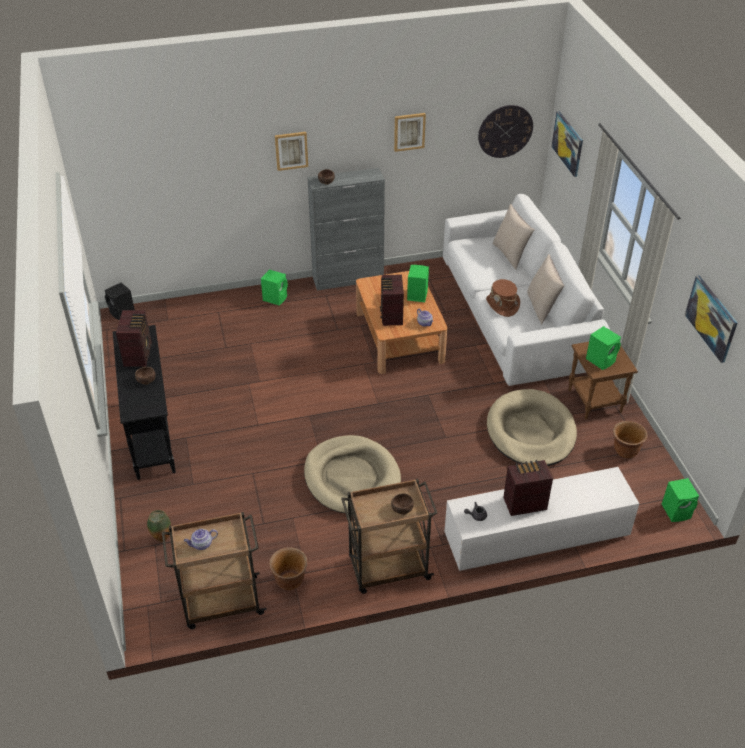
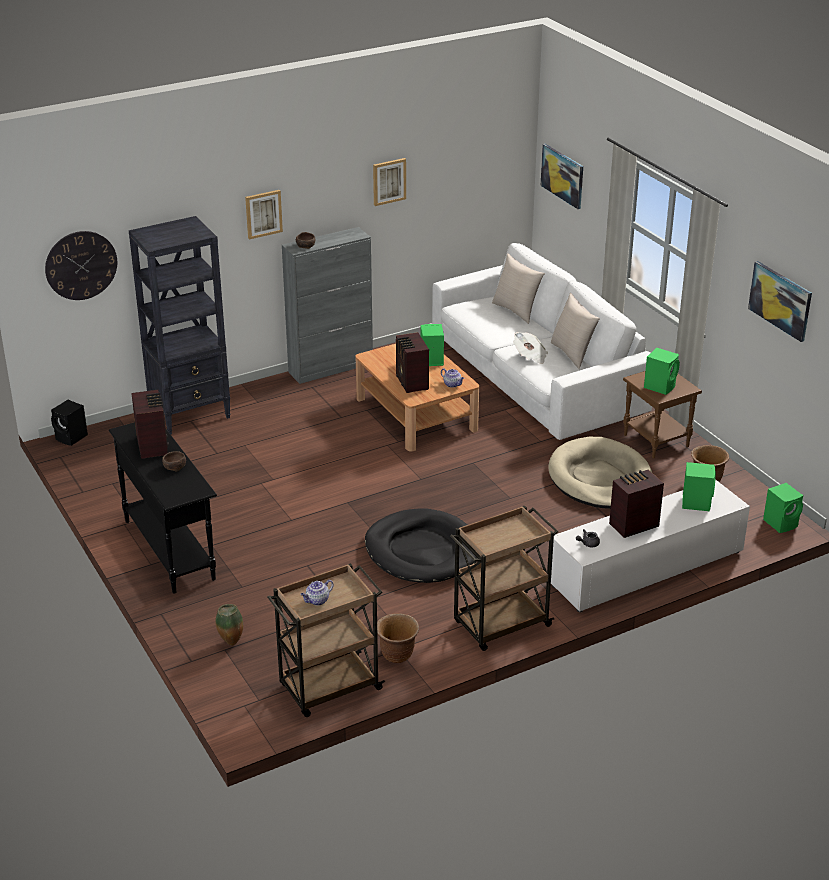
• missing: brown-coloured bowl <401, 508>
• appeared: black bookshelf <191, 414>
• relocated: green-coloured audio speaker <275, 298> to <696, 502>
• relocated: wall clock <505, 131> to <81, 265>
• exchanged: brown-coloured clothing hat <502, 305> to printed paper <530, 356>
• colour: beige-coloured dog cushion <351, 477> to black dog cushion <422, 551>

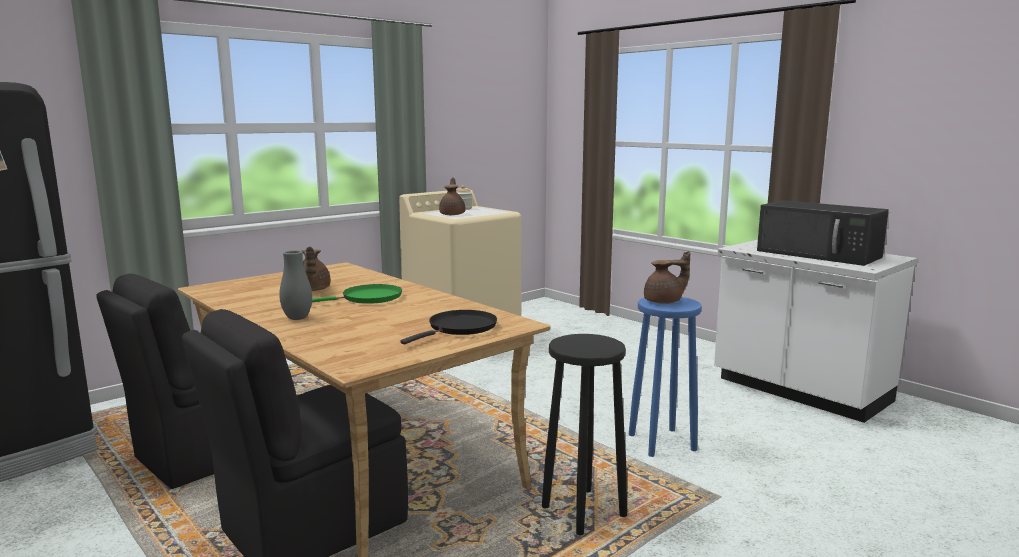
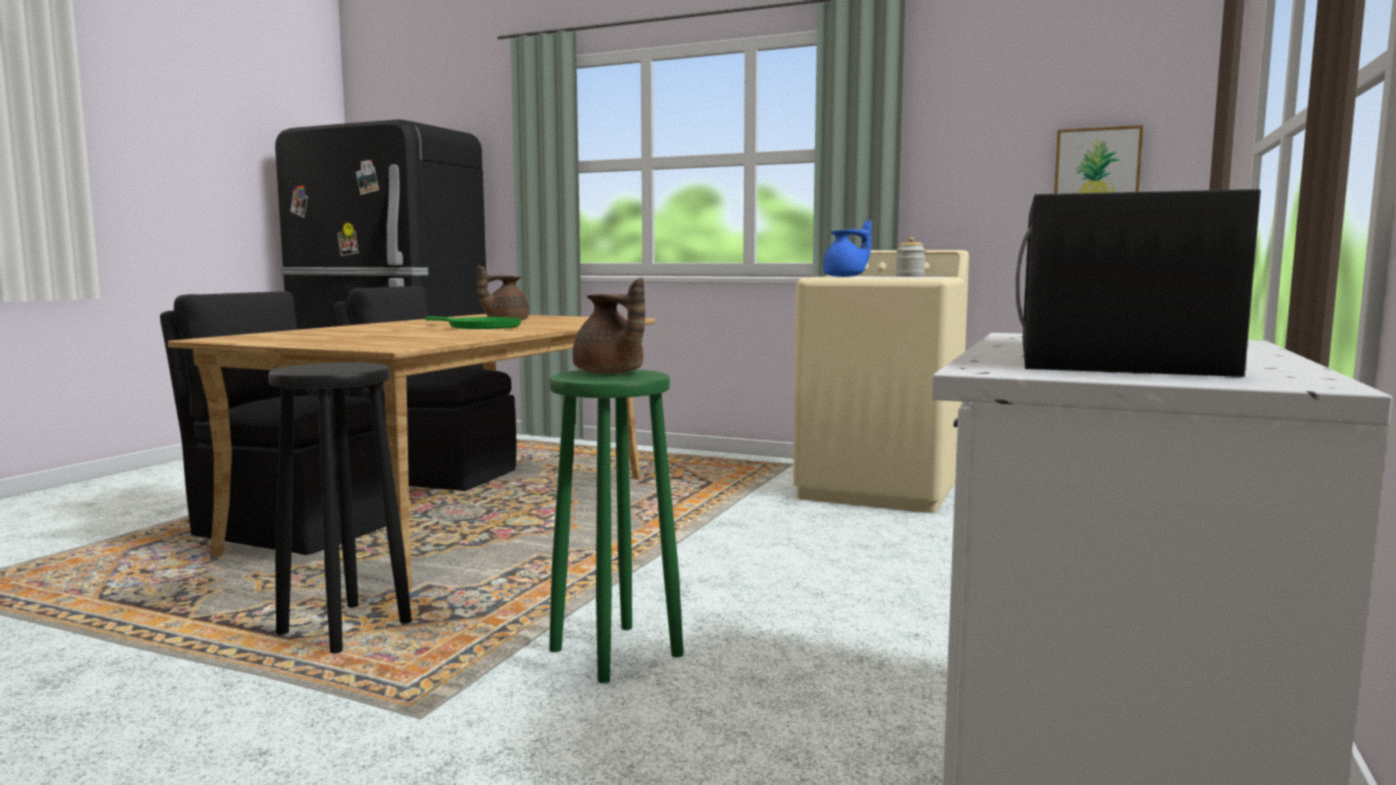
• missing: greyish vase <297, 318>
• missing: black pan <460, 328>
• appeared: wall art <1097, 168>
• colour: brown-coloured pot for tea <453, 214> to blue-coloured pot for tea <846, 276>
• colour: blue-coloured stool <662, 442> to green-coloured stool <614, 653>

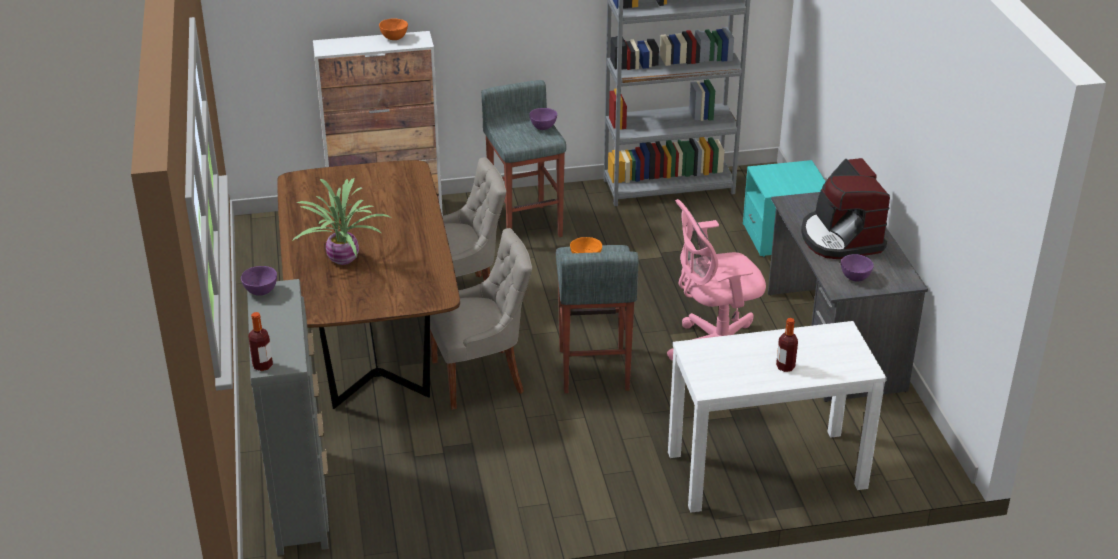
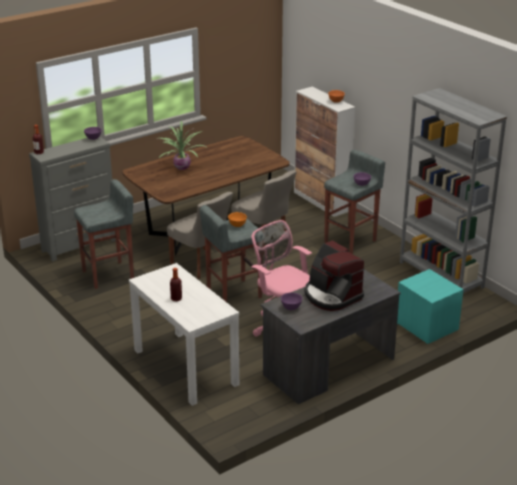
• appeared: greyish stool <109, 275>
• spun: coffee machine <840, 238> = <332, 295> 90 degrees counterclockwise

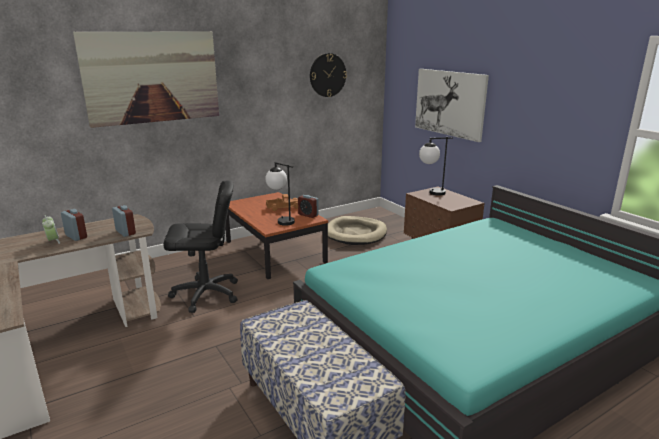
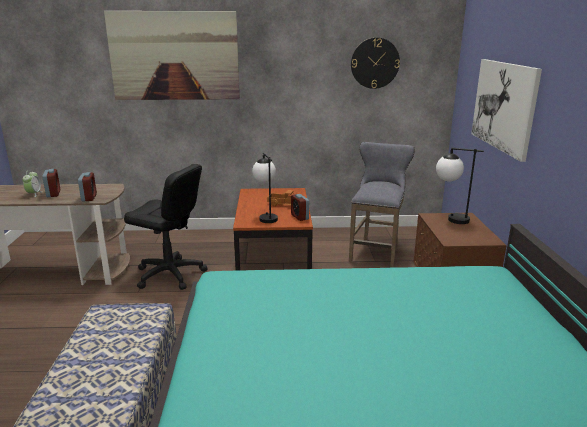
• exchanged: beige-coloured dog cushion <356, 233> to greyish stool <376, 250>

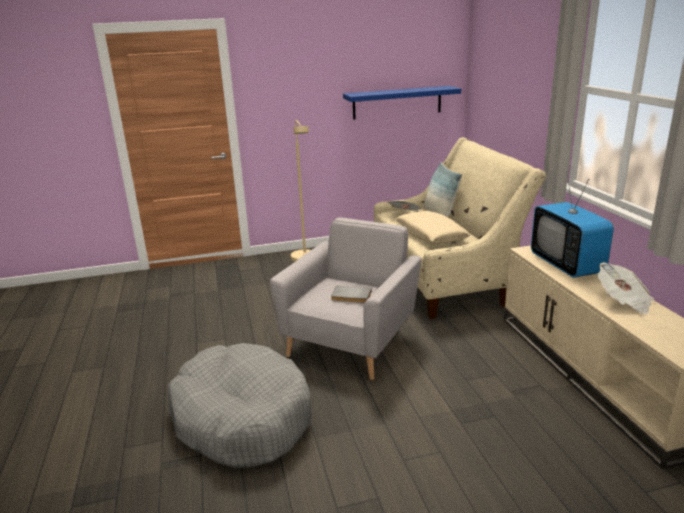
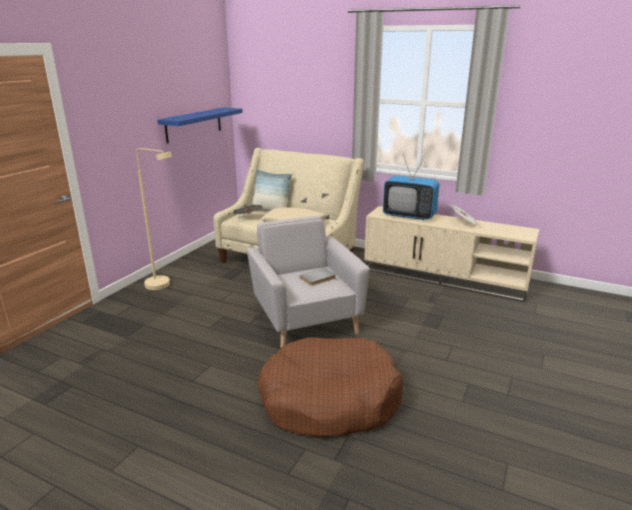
• colour: greyish dog cushion <242, 418> to brown-coloured dog cushion <329, 400>

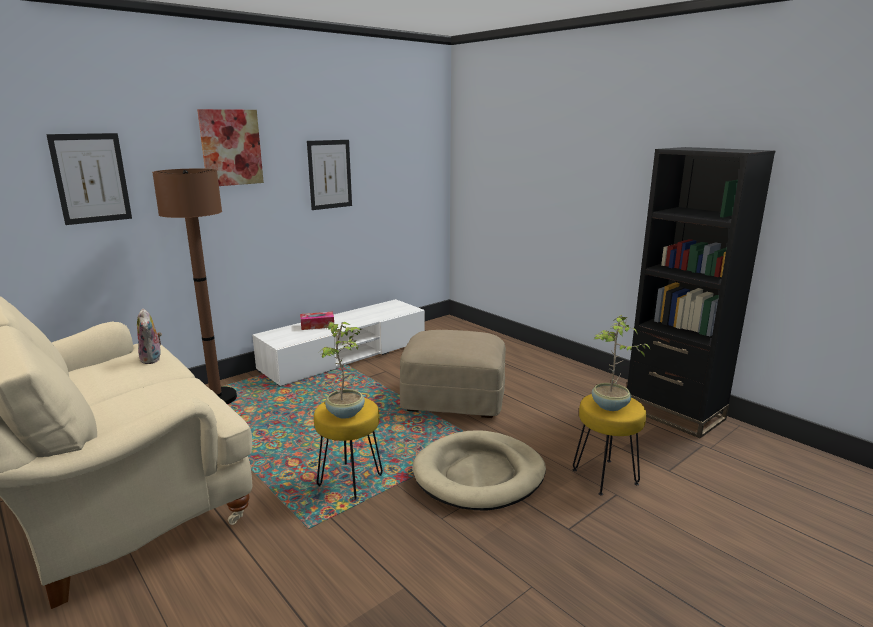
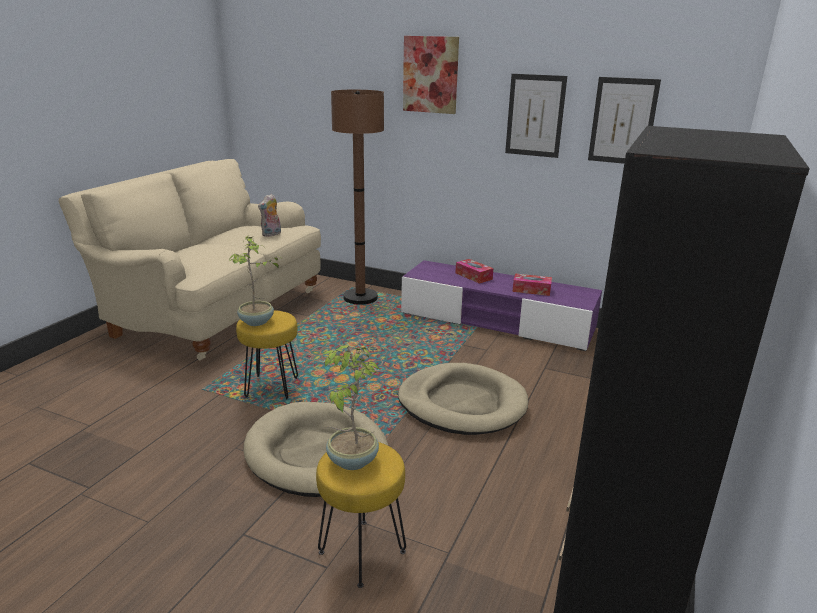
• appeared: tissue holder <531, 290>
• relocated: wall art <91, 178> to <623, 121>
• exchanged: beige-coloured ottoman <453, 399> to beige-coloured dog cushion <462, 403>
• colour: whitish media console <345, 356> to purple-coloured media console <496, 321>

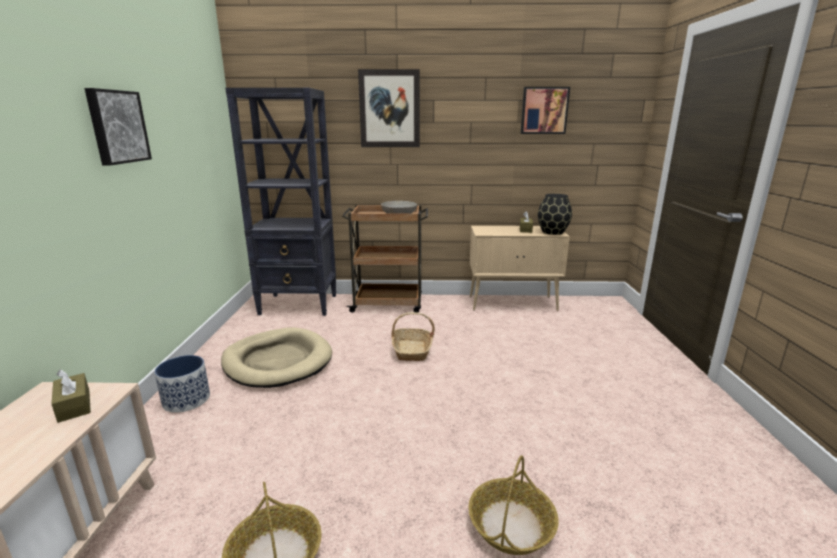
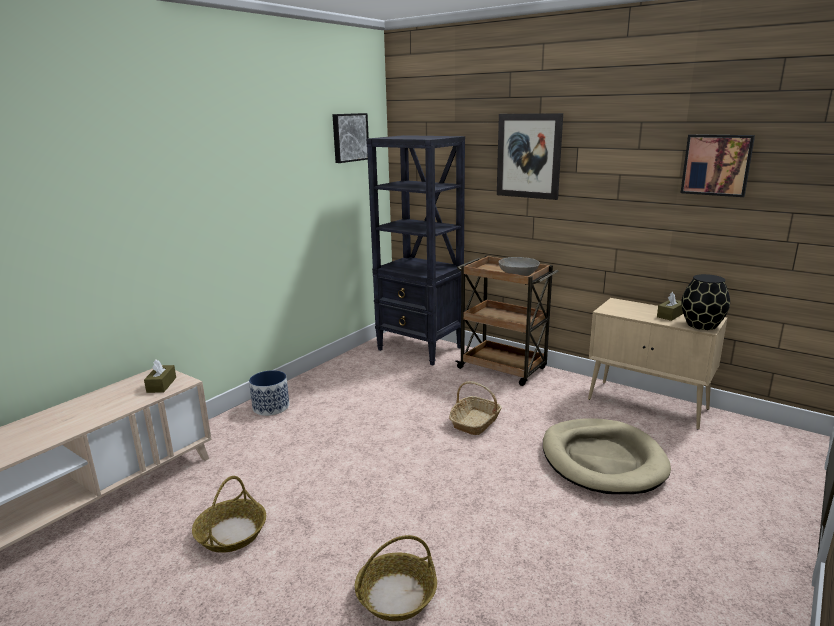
• relocated: wall art <117, 127> to <349, 137>
• relocated: beige-coloured dog cushion <278, 361> to <602, 460>

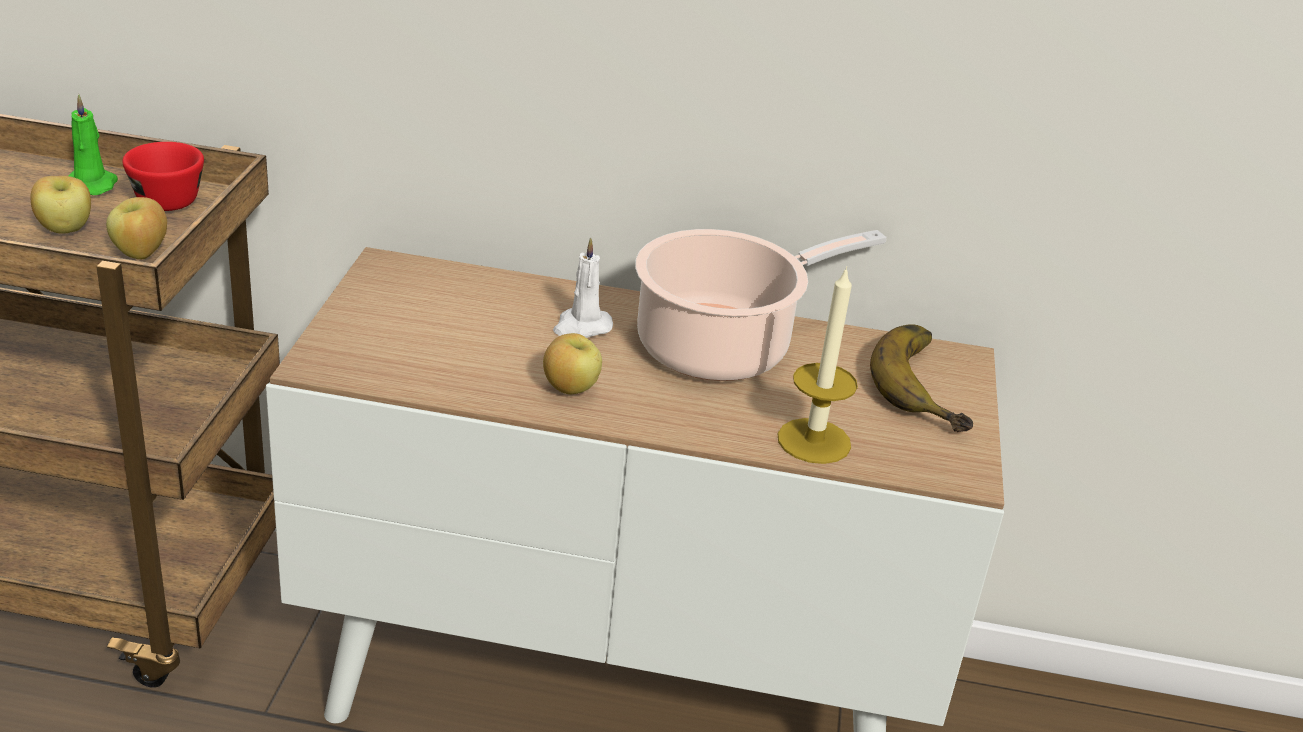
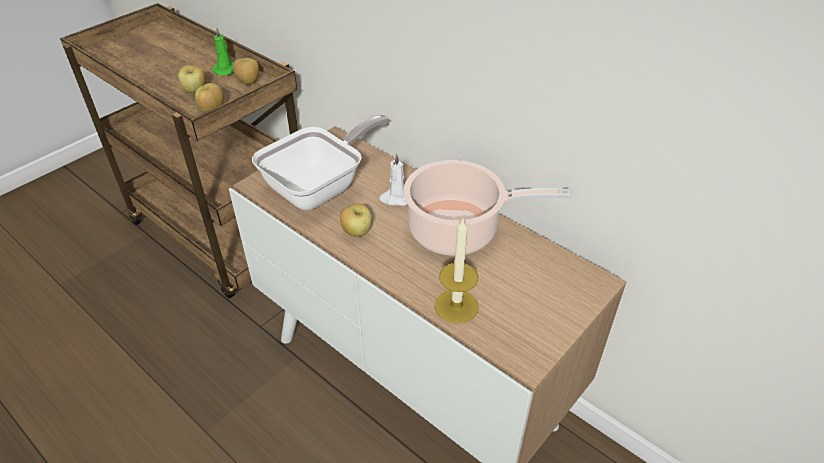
• missing: banana fruit <931, 385>
• appeared: pan <321, 188>
• exchanged: red-coloured cup <163, 197> to apple <248, 82>

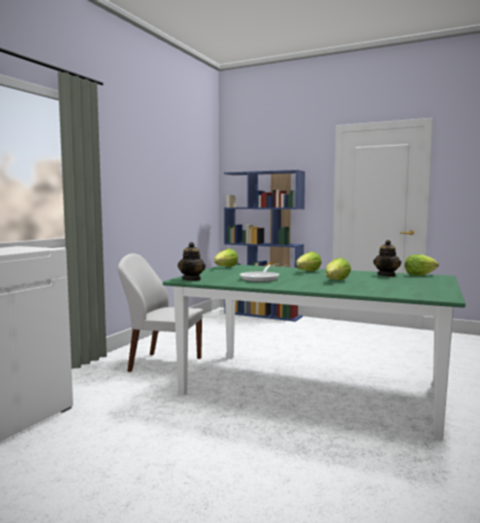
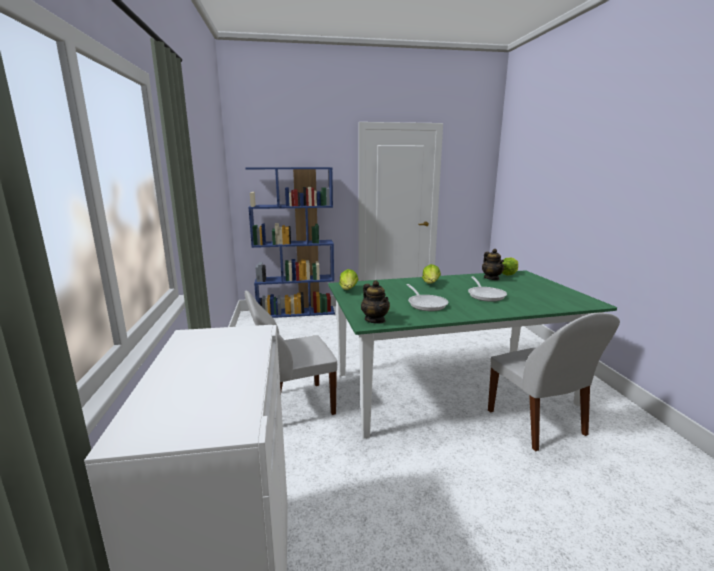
• appeared: whitish upright chair <537, 424>
• exchanged: lettuce head <336, 281> to pan <485, 295>

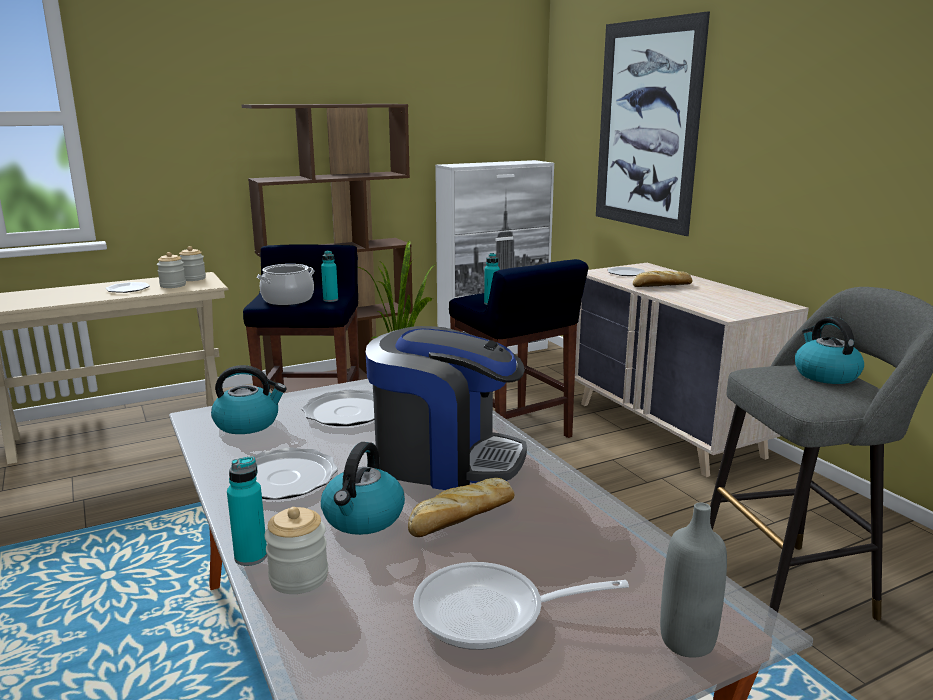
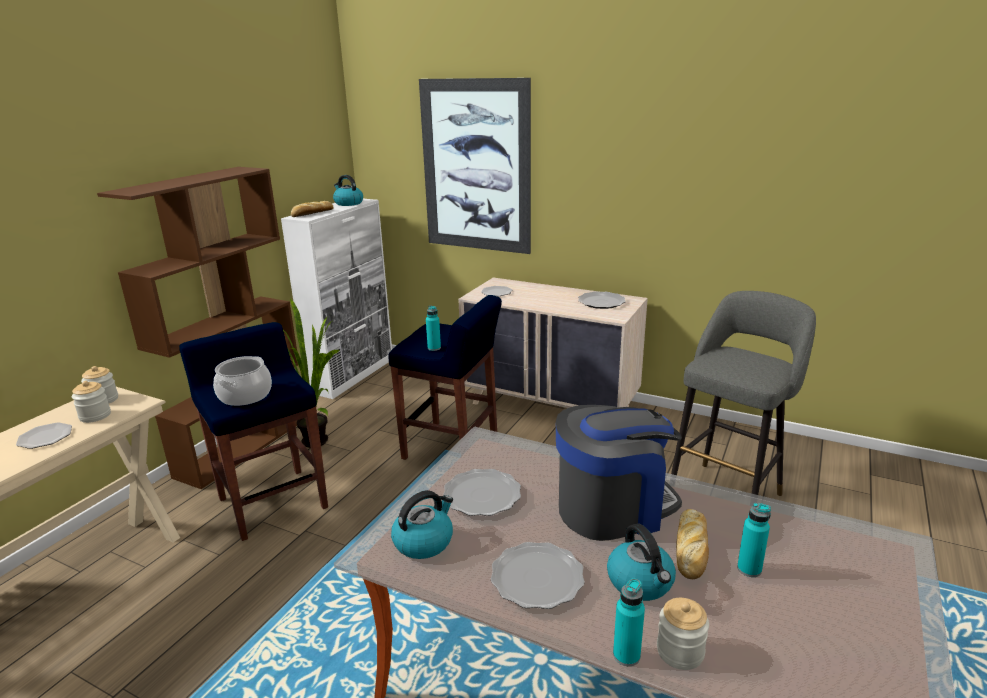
• missing: pan <491, 613>
• missing: greyish bottle <687, 641>
• appeared: plate <601, 302>
• relocated: turquoise bottle <330, 300> to <749, 569>
• relocated: baked bread <661, 285> to <312, 213>
• relocated: kettle <825, 375> to <348, 203>

